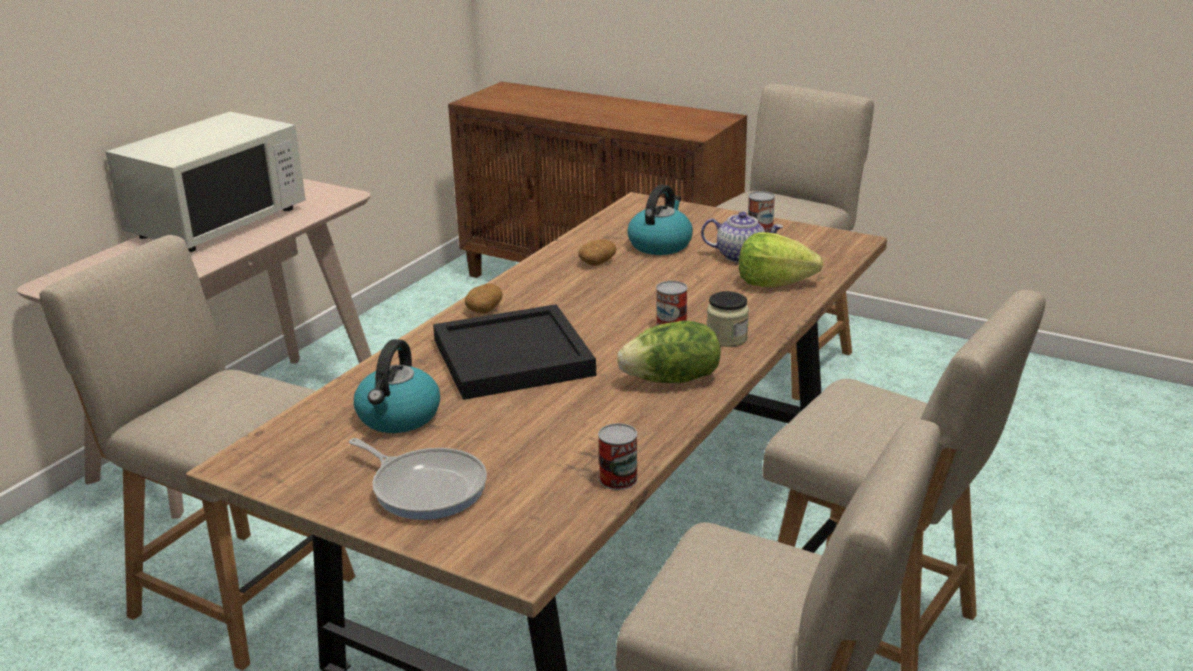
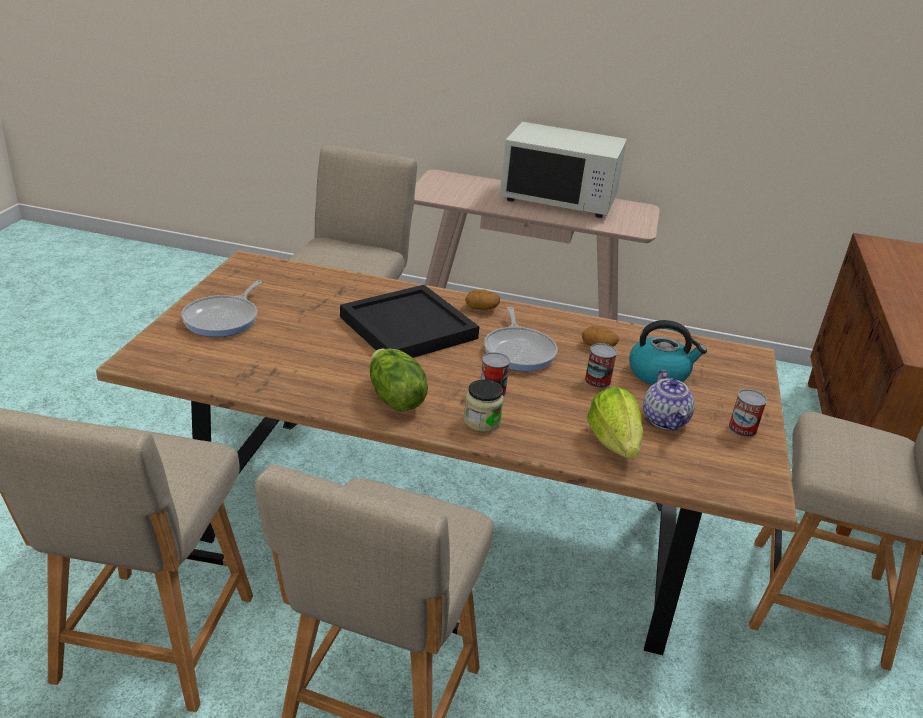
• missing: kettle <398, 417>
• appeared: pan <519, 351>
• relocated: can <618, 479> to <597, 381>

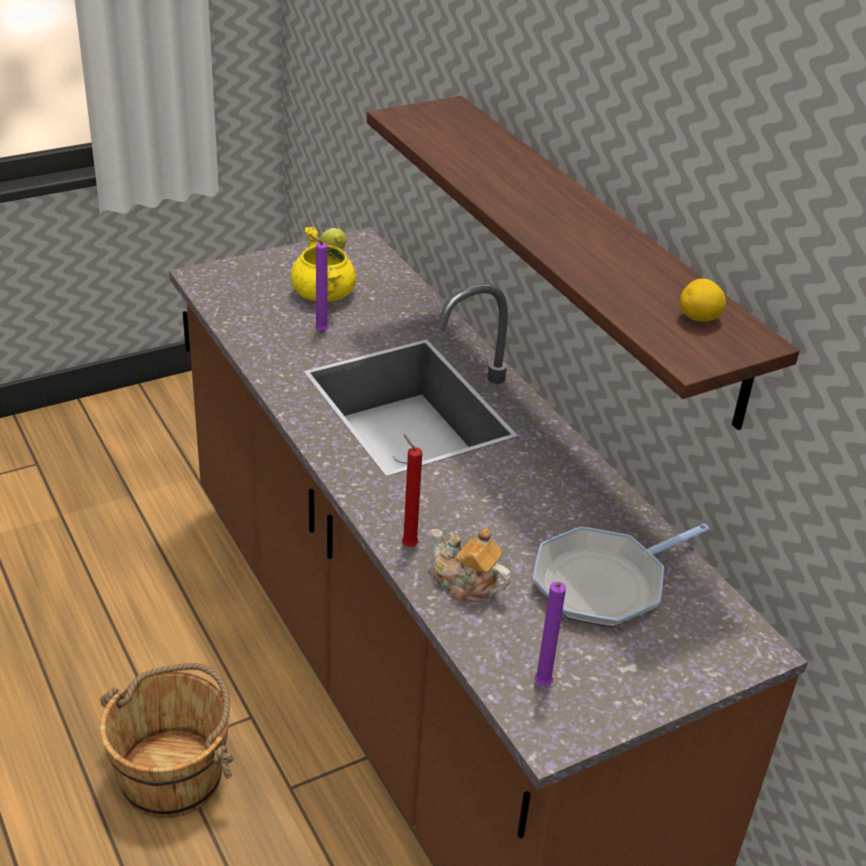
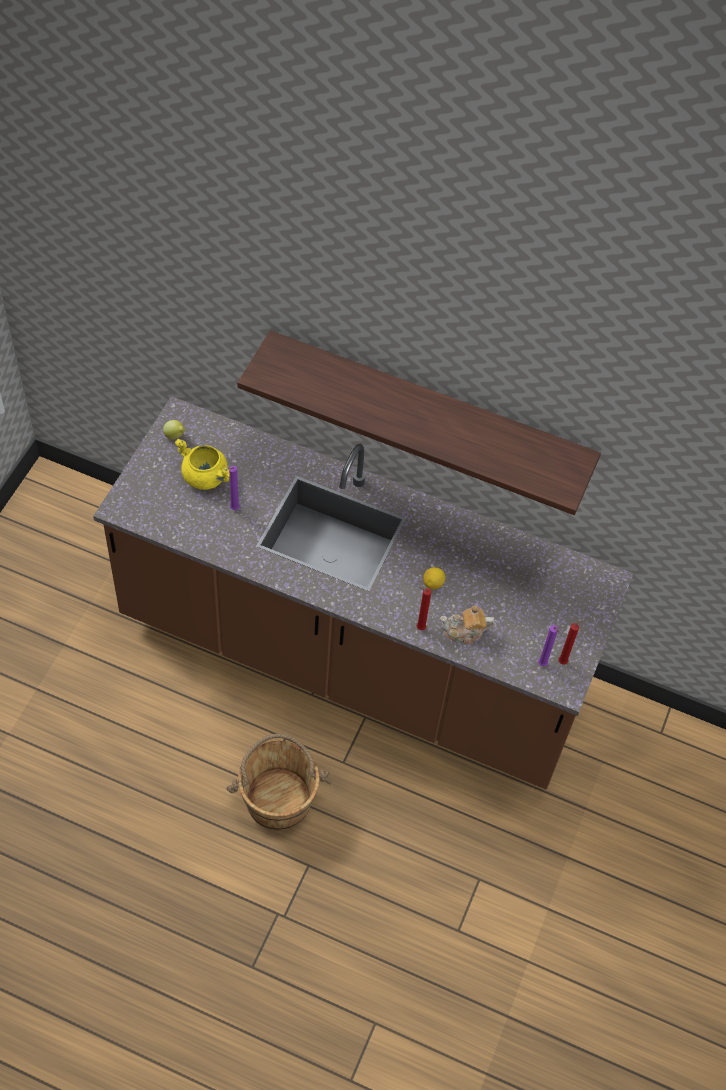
• missing: pan <604, 583>
• appeared: red-coloured wax candle <564, 661>
• relocated: whole lemon <699, 319> to <433, 583>

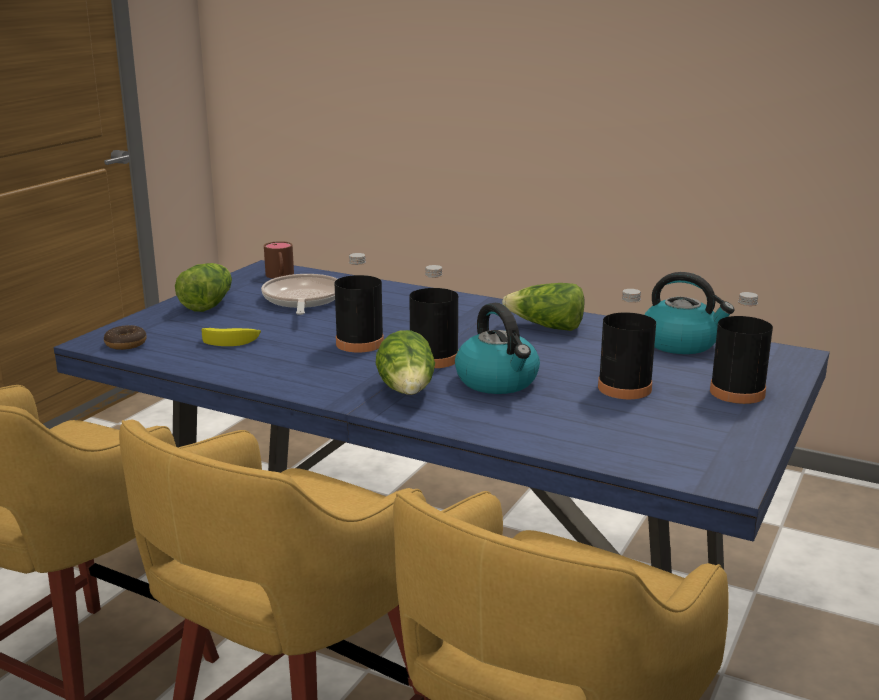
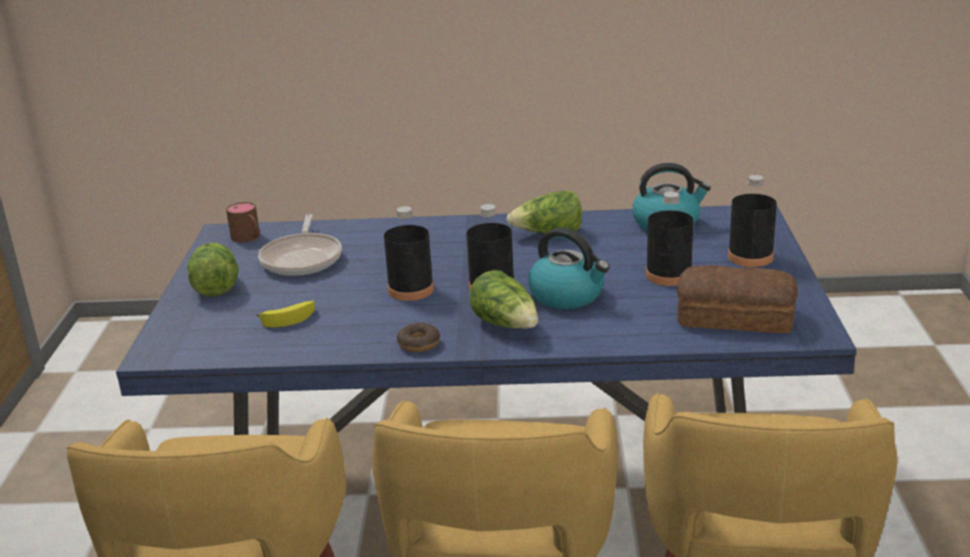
• appeared: baked bread <736, 318>
• relocated: ring doughnut <126, 344> to <419, 344>
• spun: pan <302, 300> = <302, 258> 150 degrees counterclockwise

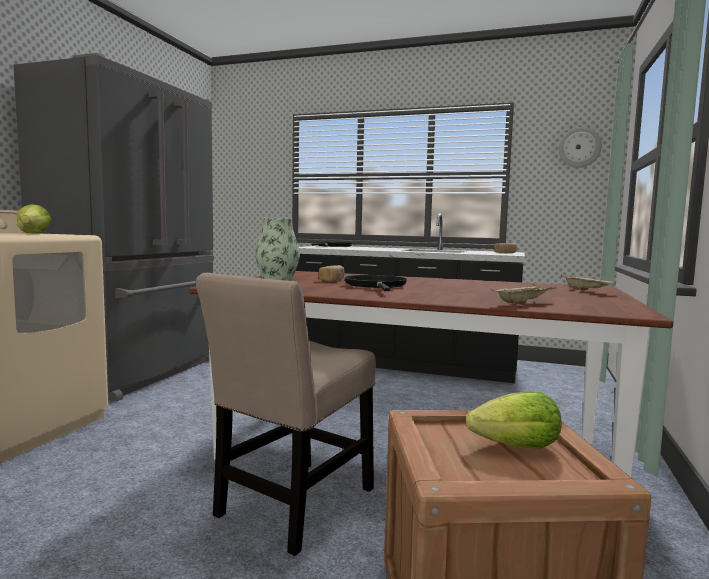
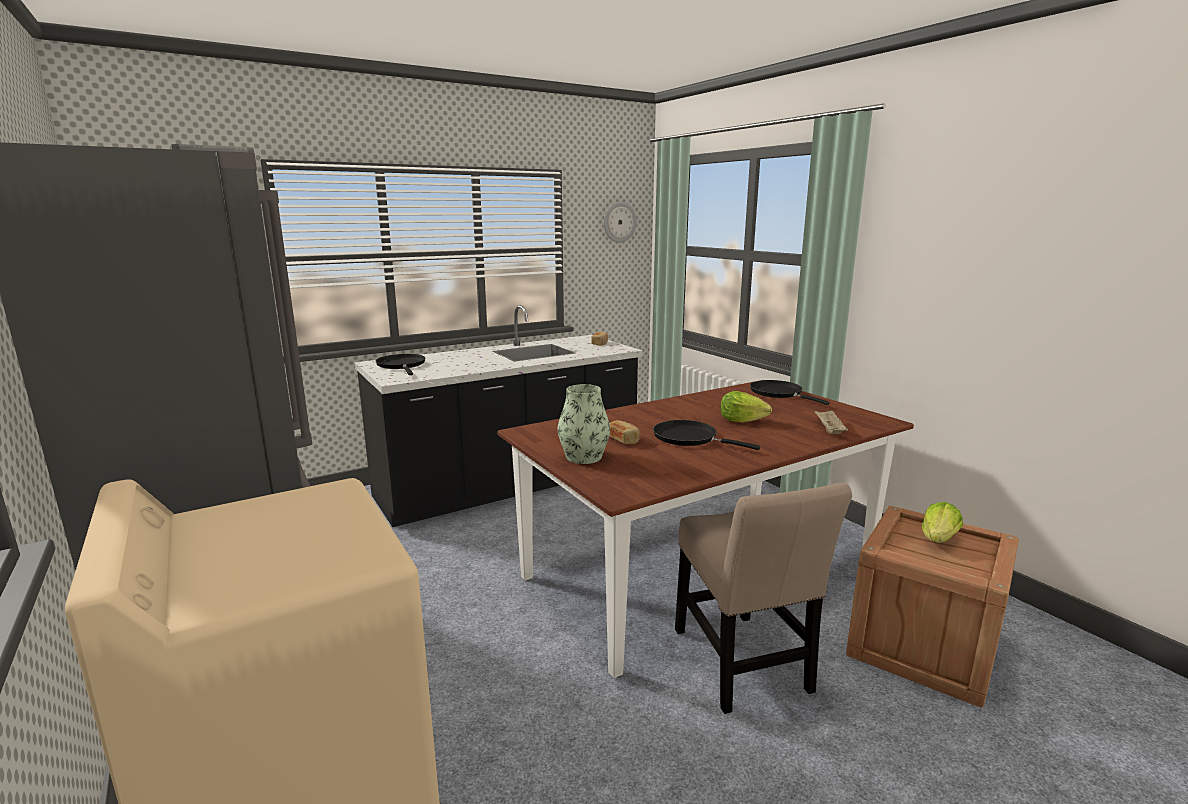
• relocated: lettuce head <33, 233> to <741, 421>
• exchanged: beige-coloured carrying tray <586, 290> to black pan <779, 393>

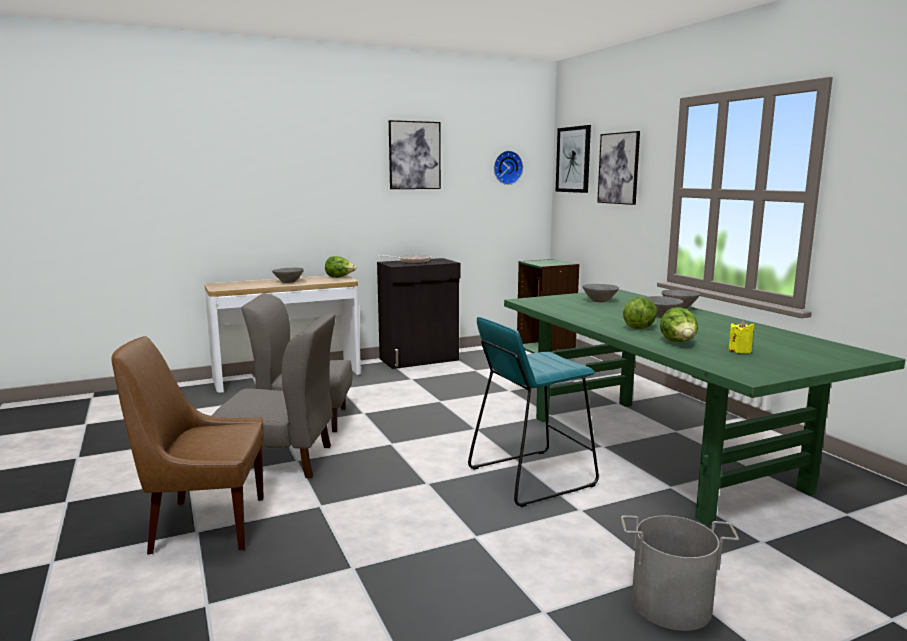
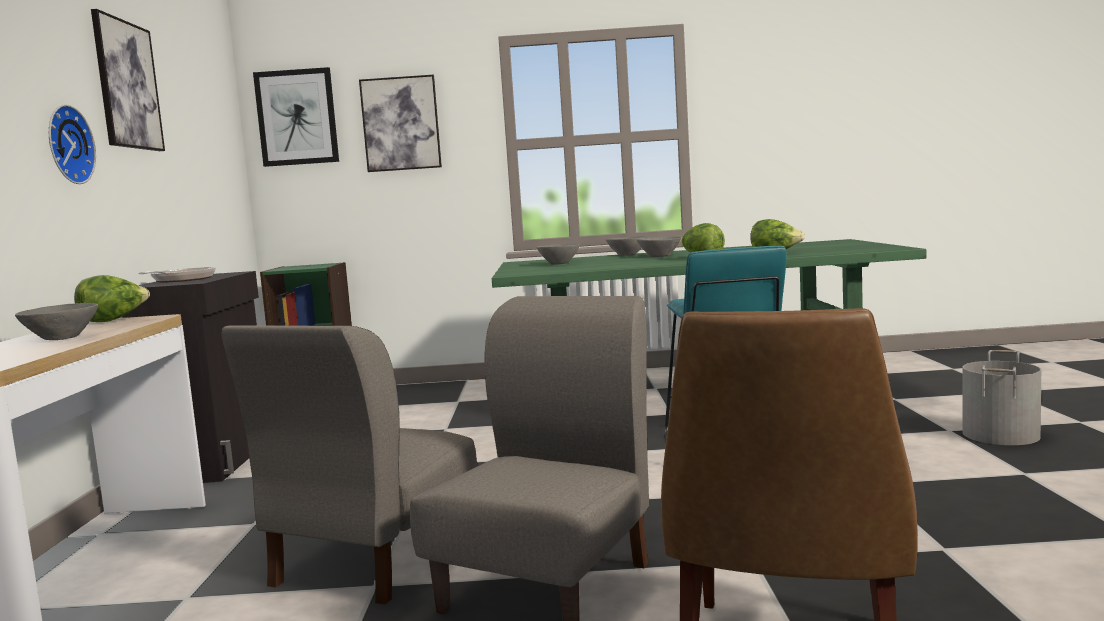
• missing: yellowish wax candle <739, 351>
• relocated: wall clock <507, 167> to <66, 145>

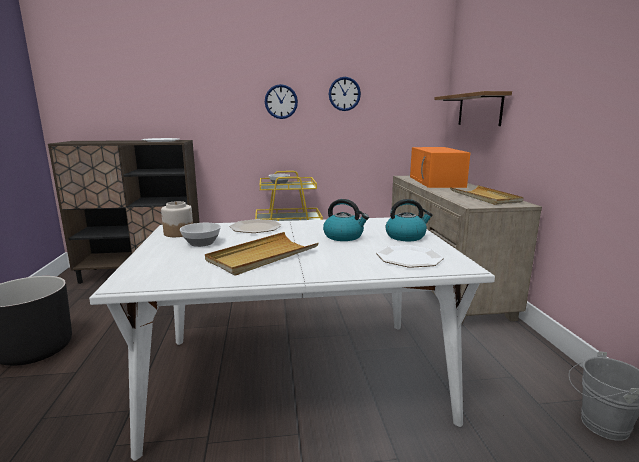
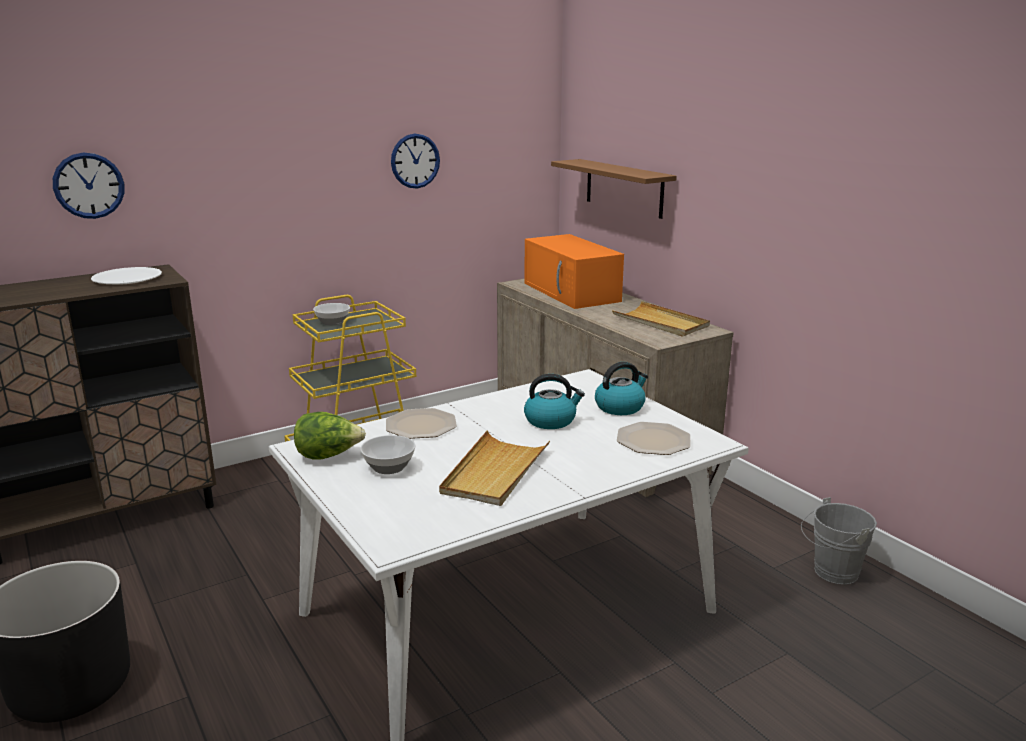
• relocated: wall clock <281, 101> to <89, 185>
• exchanged: jar <178, 233> to lettuce head <328, 456>

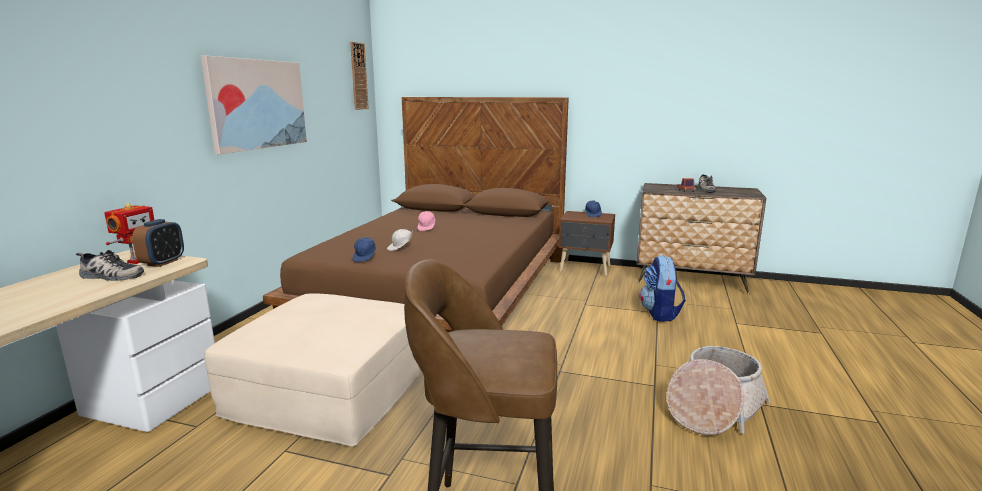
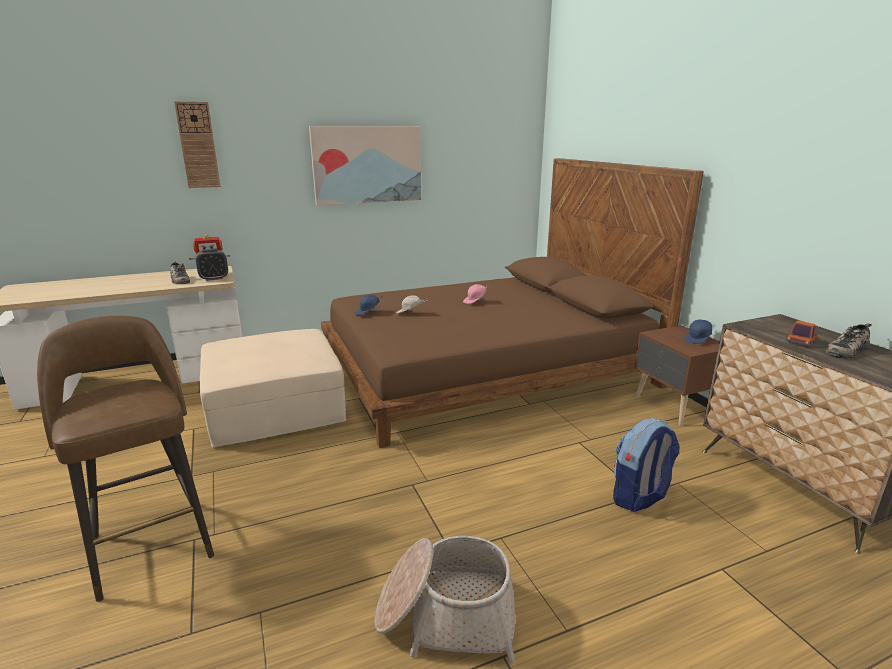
• relocated: wall clock <358, 76> to <198, 145>

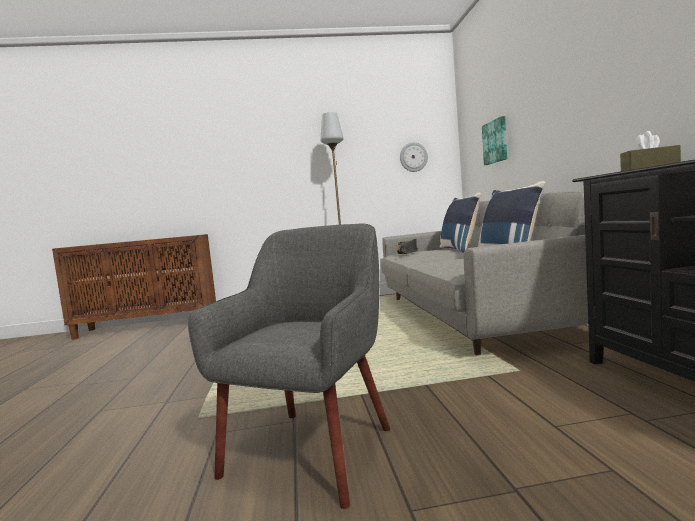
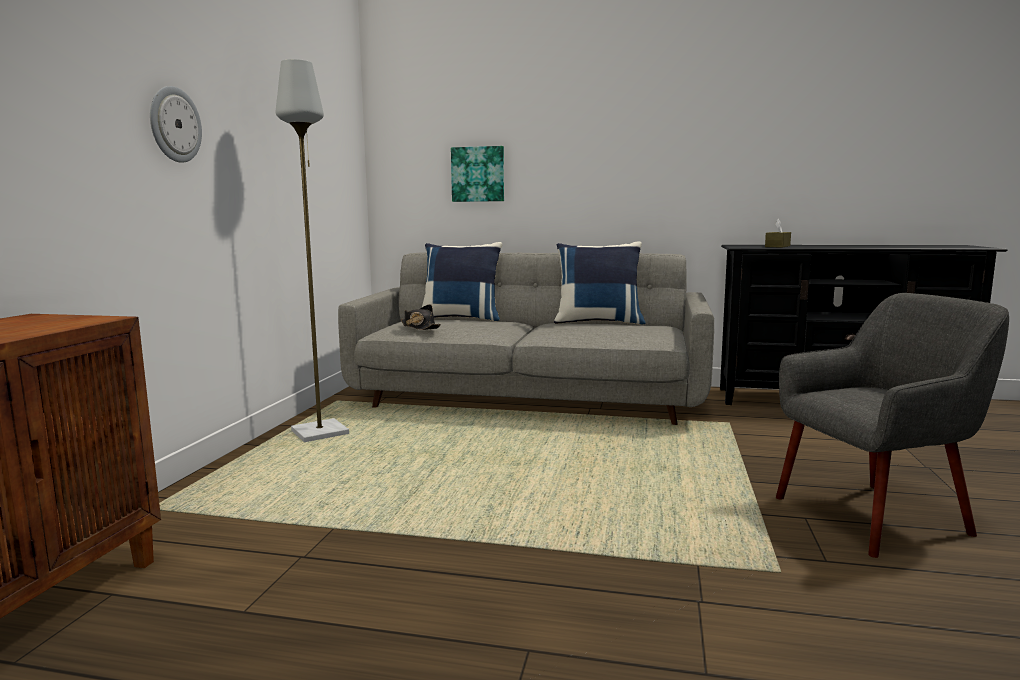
• relocated: wall clock <413, 157> to <174, 125>
• spun: greyish easy chair <312, 450> = <874, 516> 120 degrees clockwise

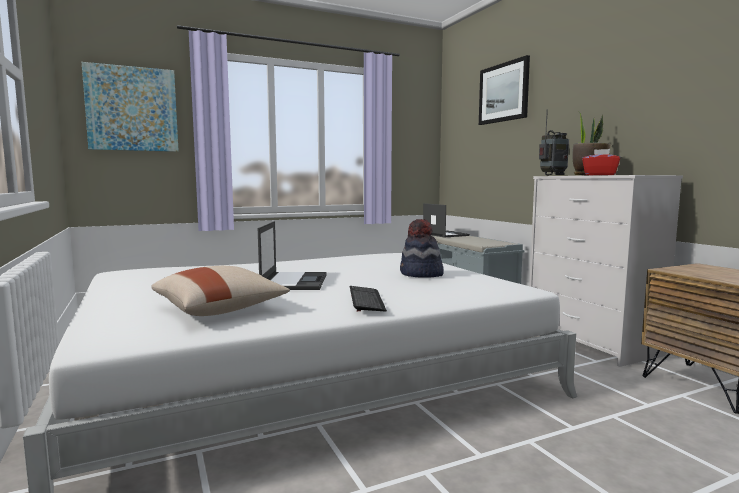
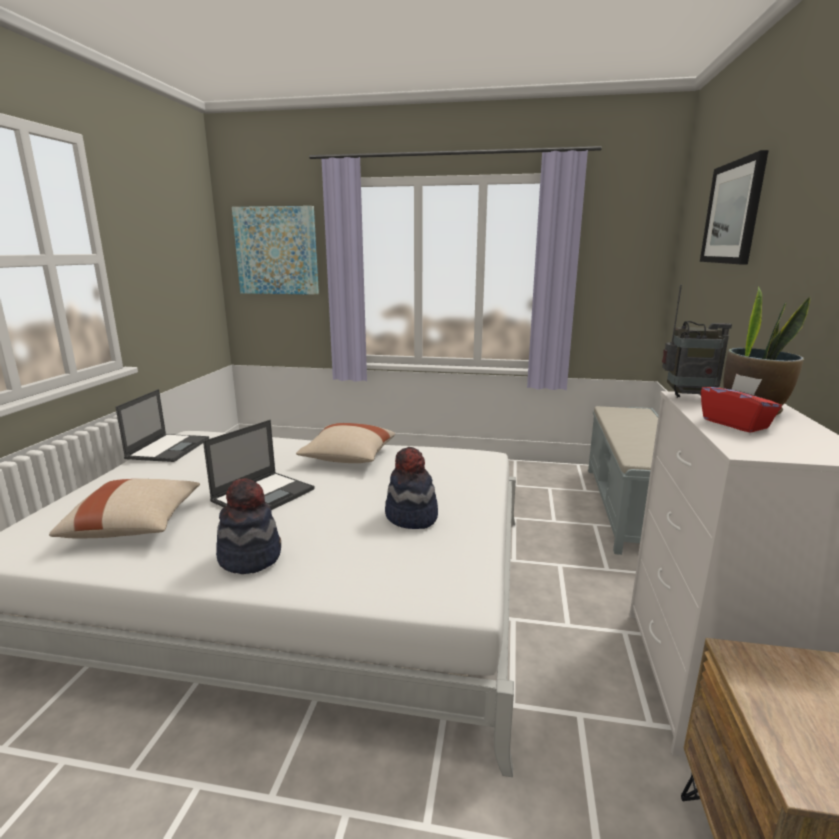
• appeared: beige-coloured throw pillow <348, 458>
• relocated: notebook computer <444, 234> to <169, 448>
• exchanged: PC keyboard <366, 300> to clothing hat <250, 557>

